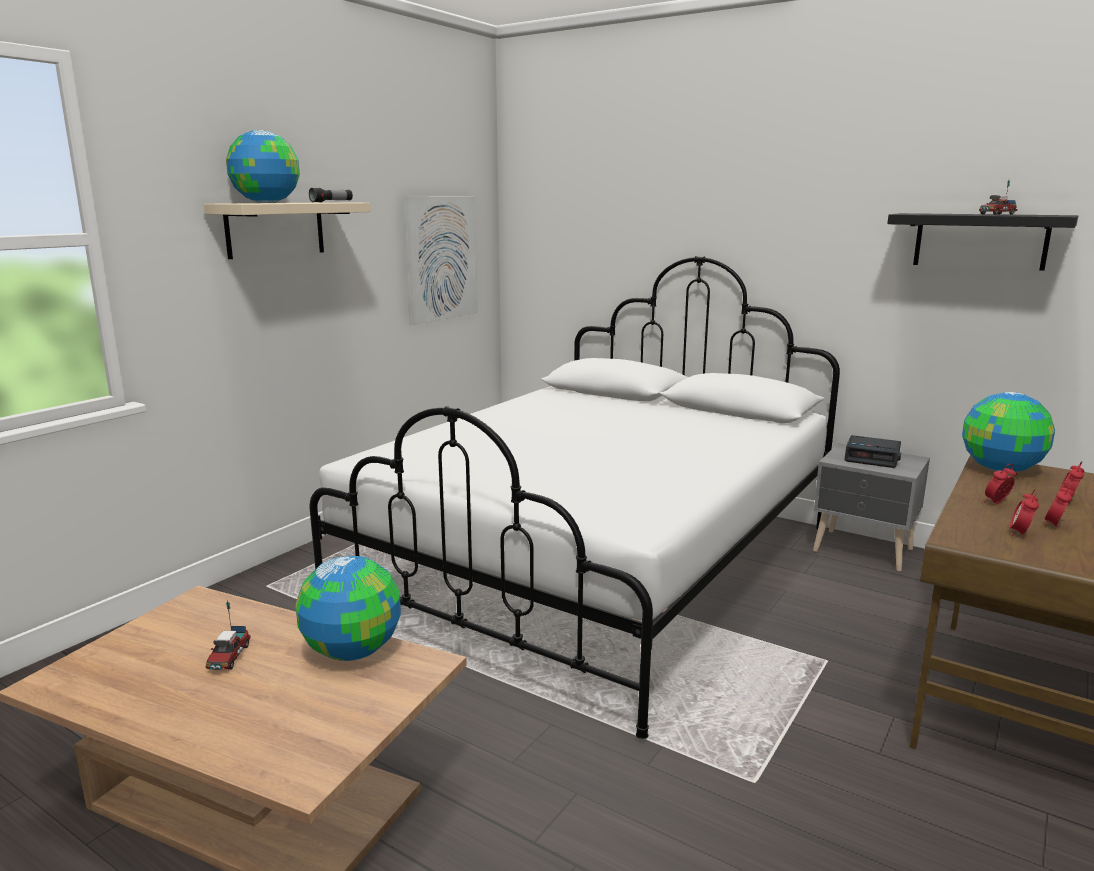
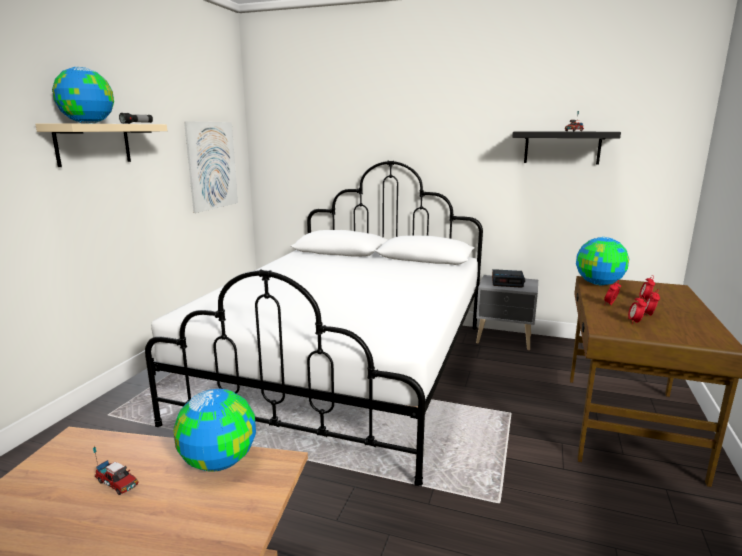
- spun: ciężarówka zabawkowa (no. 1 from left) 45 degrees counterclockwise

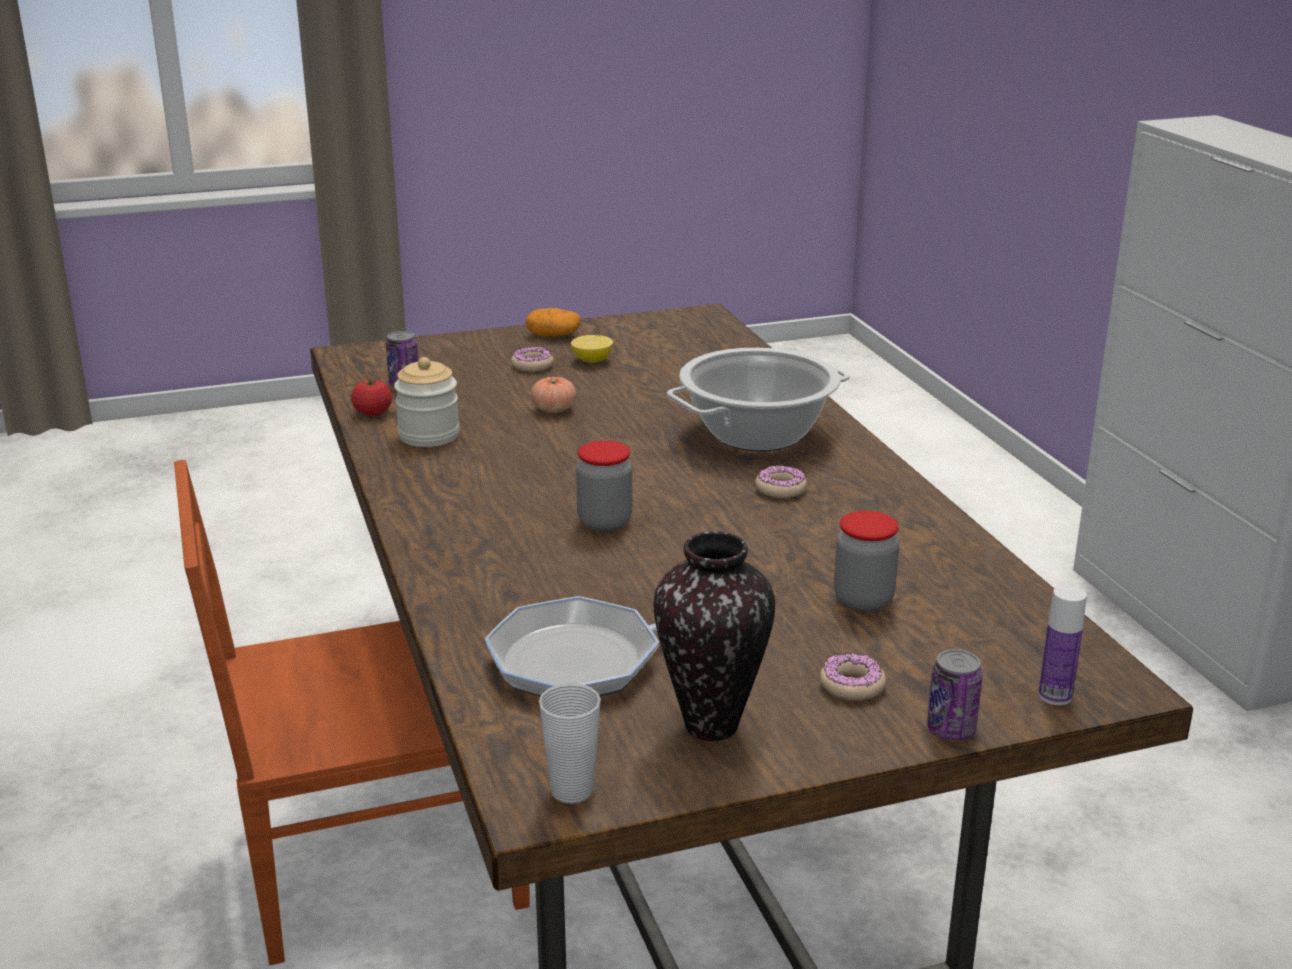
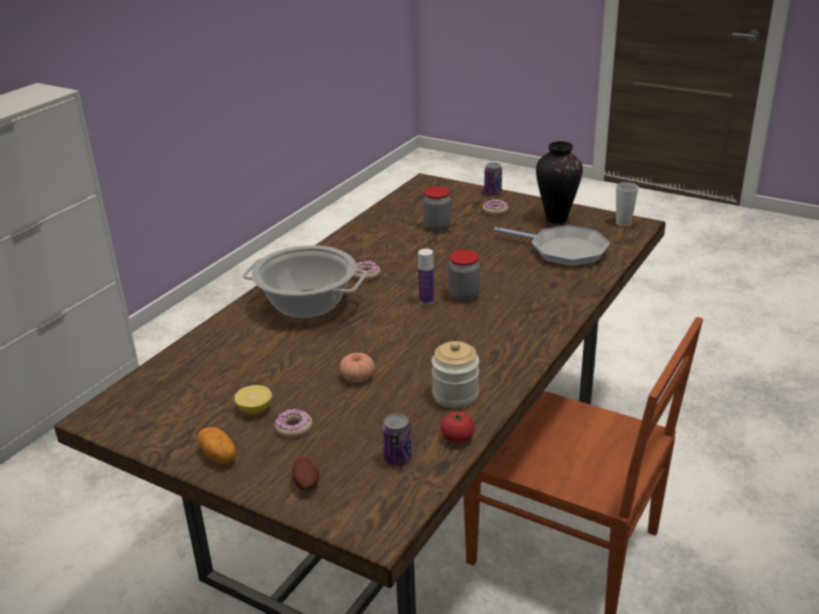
- relocated: butelka
- appeared: ziemniak (no. 2 from left)

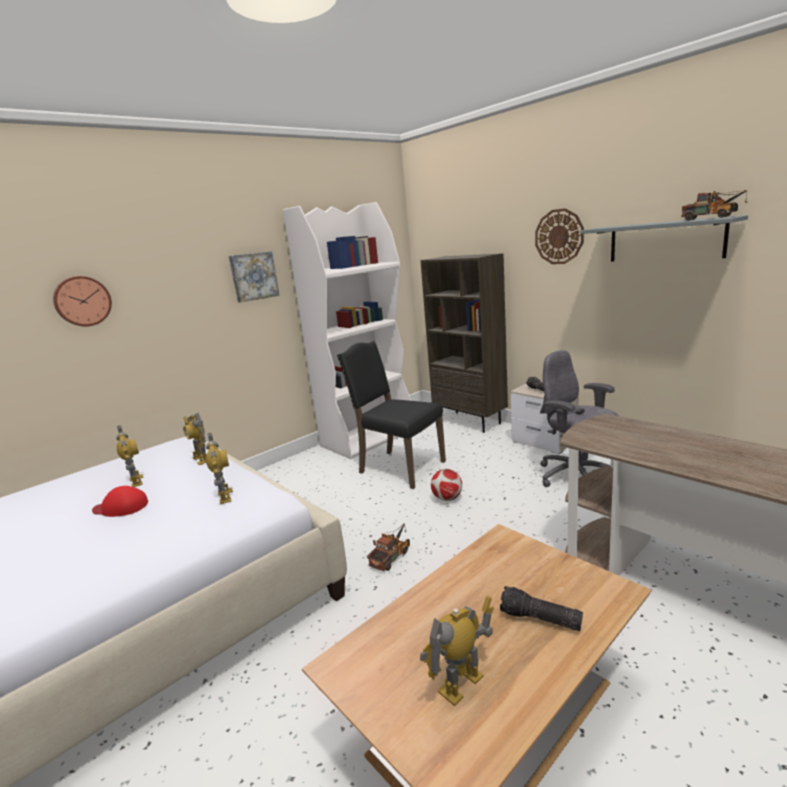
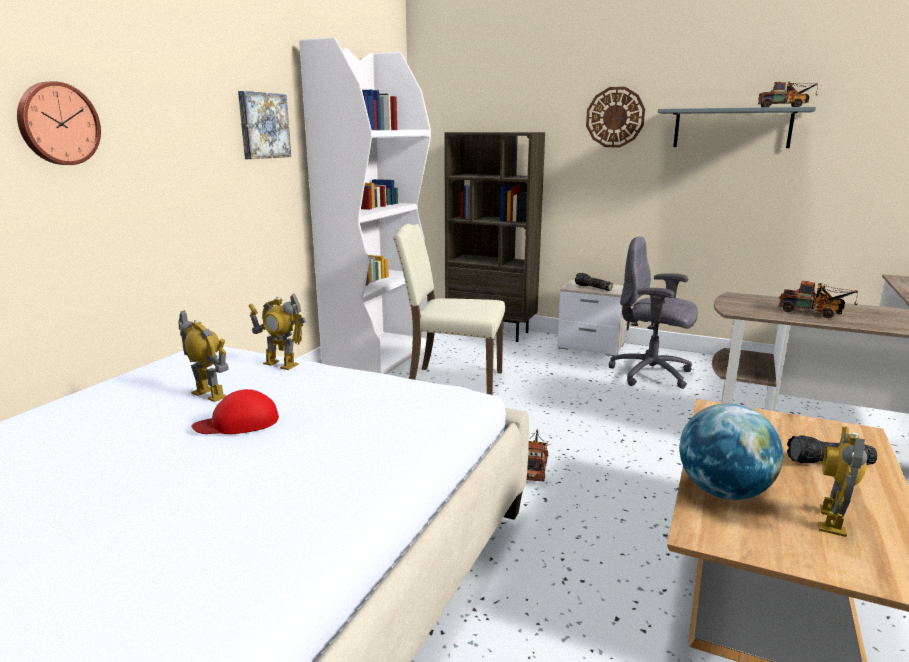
- missing: robot zabawkowy (no. 3 from left)
- colour: krzesło/czarny to krzesło/beżowy
- missing: piłka futbolowa
- appeared: globus
- appeared: ciężarówka zabawkowa (no. 3 from left)

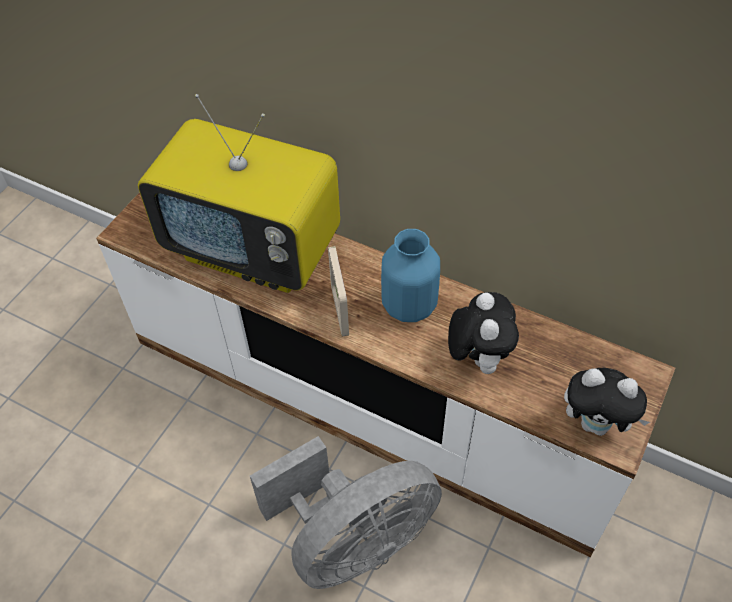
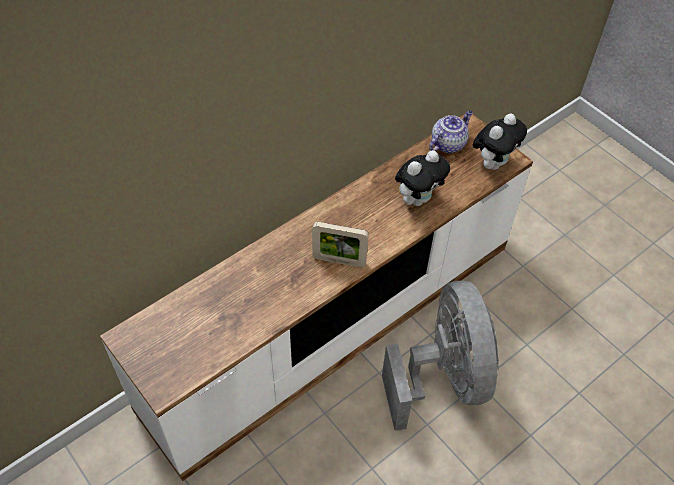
- missing: telewizor
- missing: wazon/niebieski
- spun: pluszak (no. 1 from left) 120 degrees clockwise
- appeared: imbryk

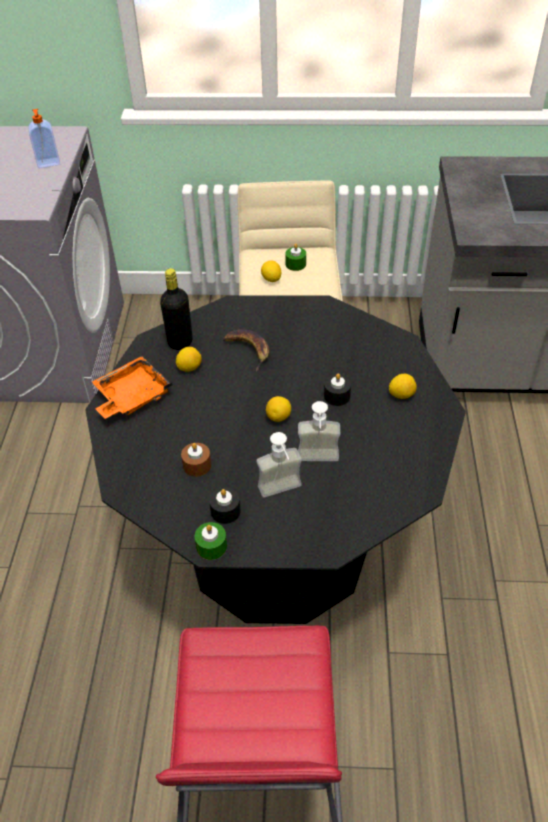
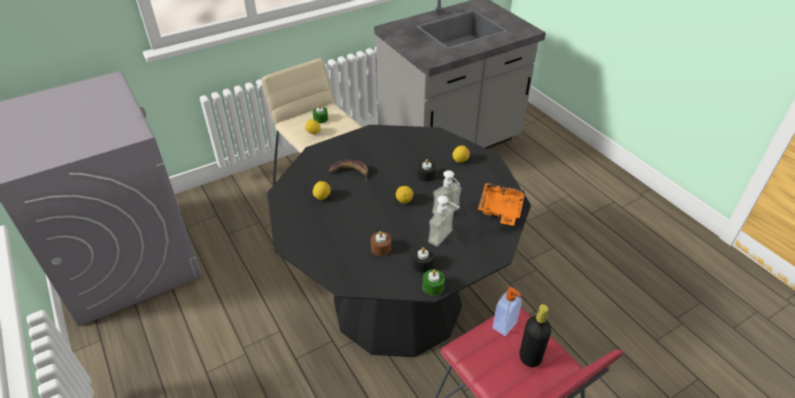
- relocated: dozownik mydła (no. 1 from left in the first image) to dozownik mydła (no. 3 from left)
- relocated: taca/pomarańczowy
- relocated: butelka/czarny

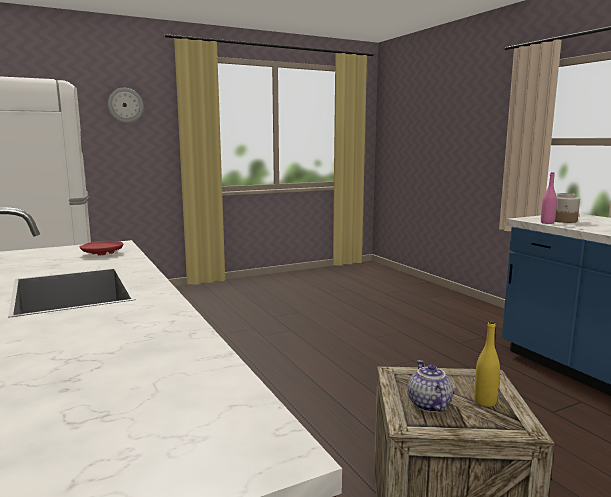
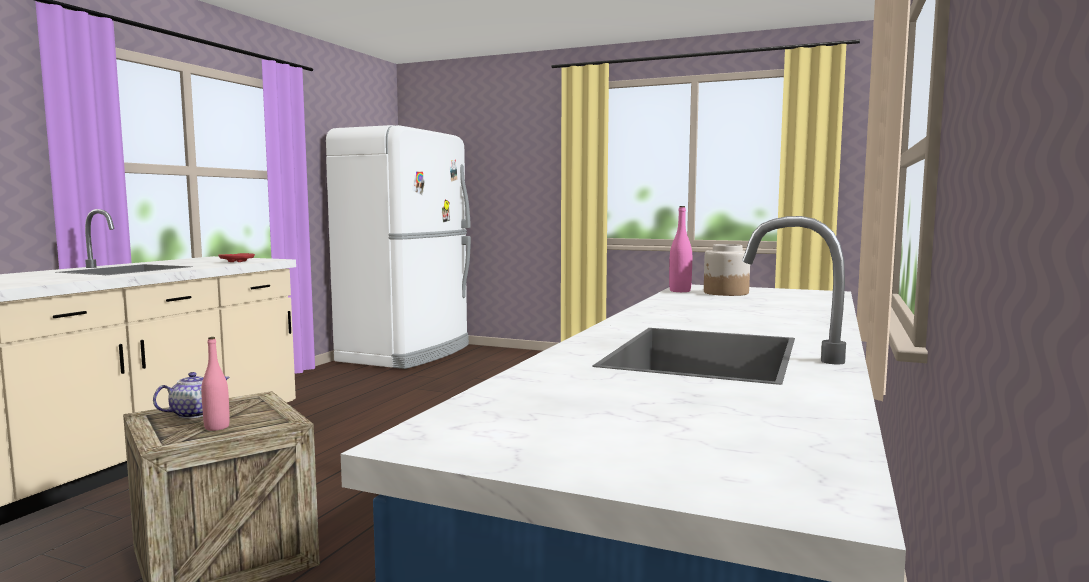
- missing: zegar ścienny
- colour: butelka/żółty to butelka/różowy (no. 1 from left)

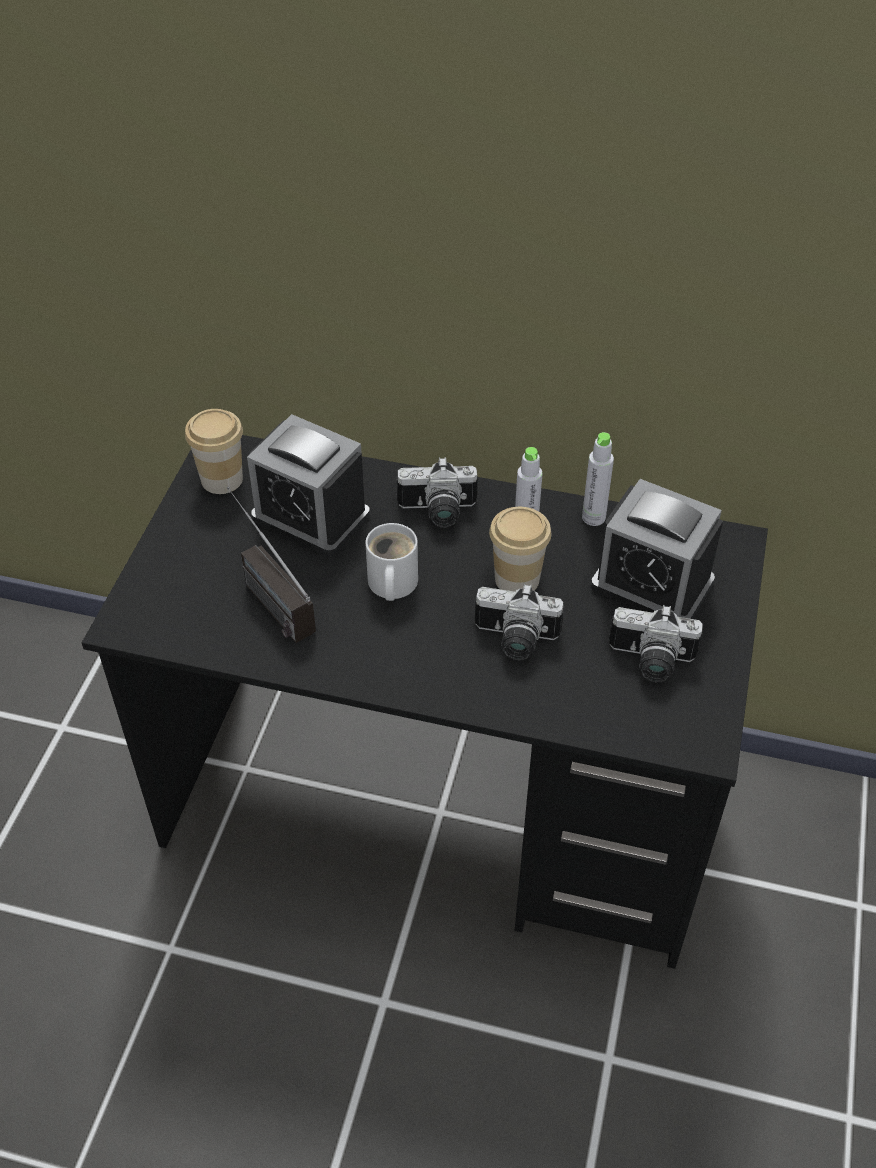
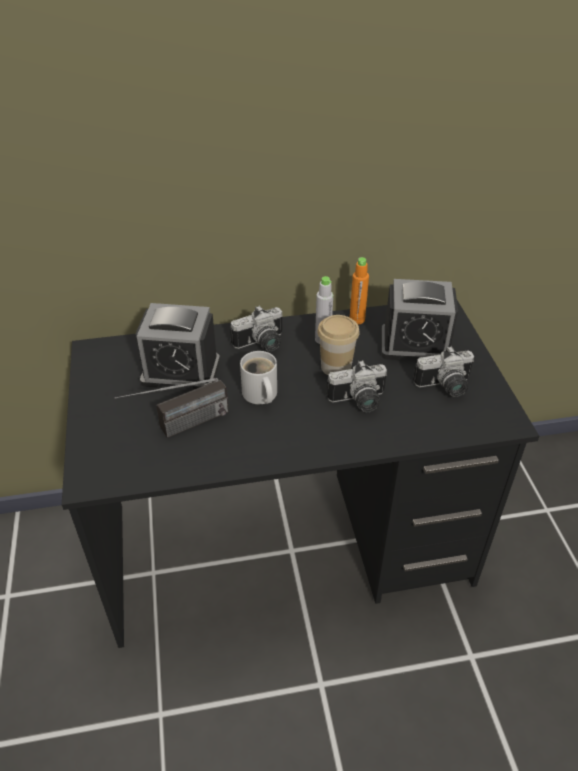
- missing: filiżanka (no. 1 from left)
- spun: radio 60 degrees counterclockwise
- colour: butelka/szary (no. 2 from left) to butelka/pomarańczowy

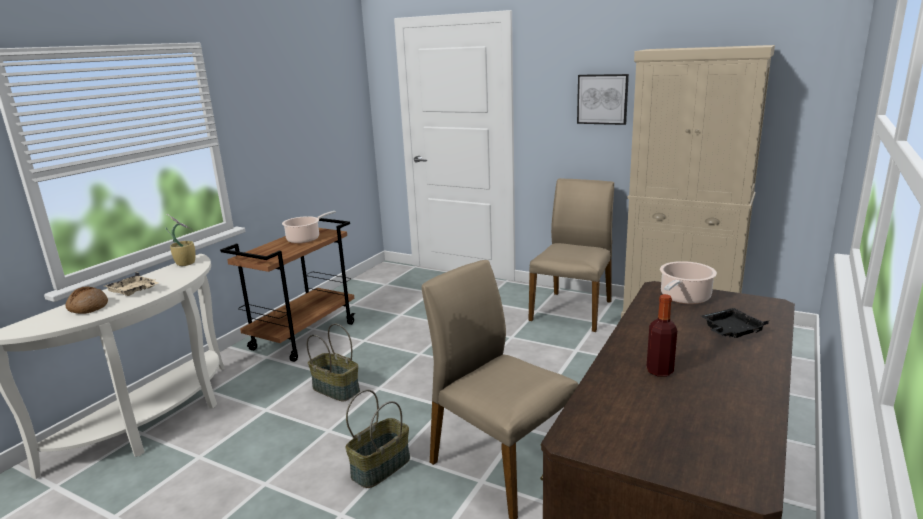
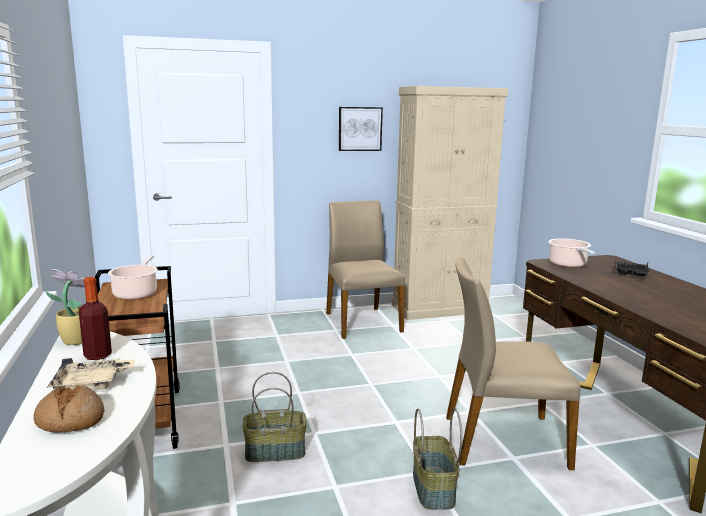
- relocated: butelka

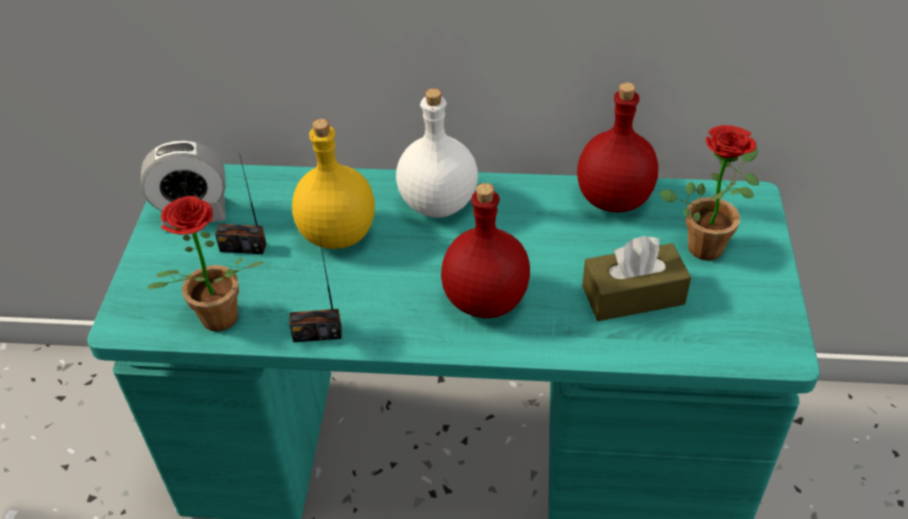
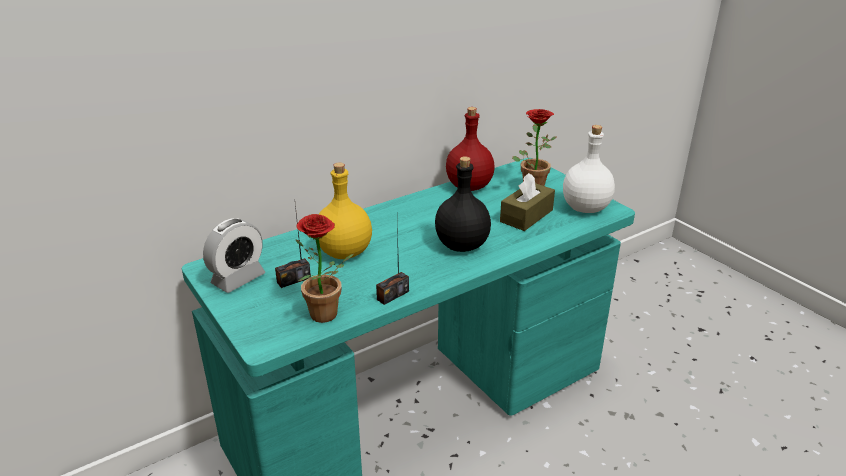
- relocated: butelka/biały
- colour: butelka/czerwony (no. 1 from left) to butelka/czarny

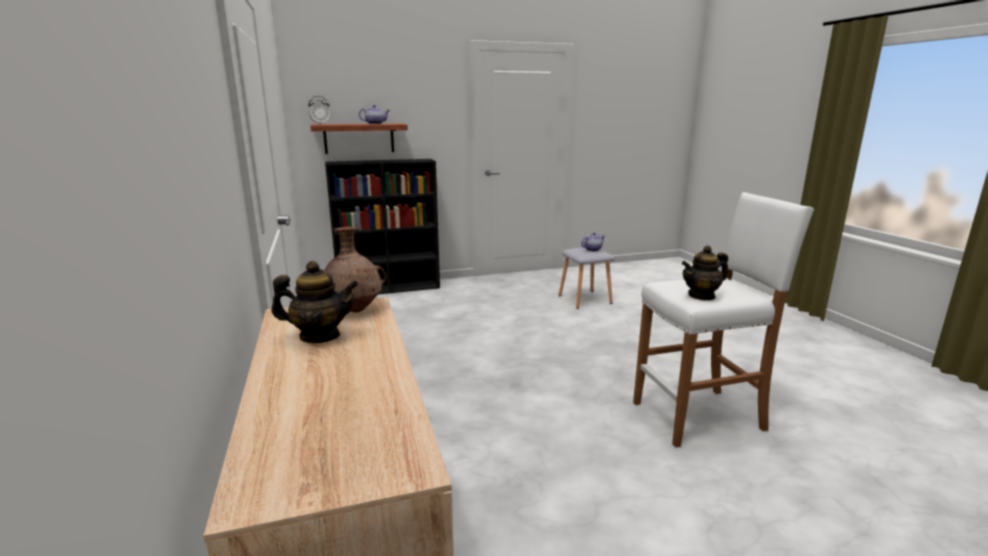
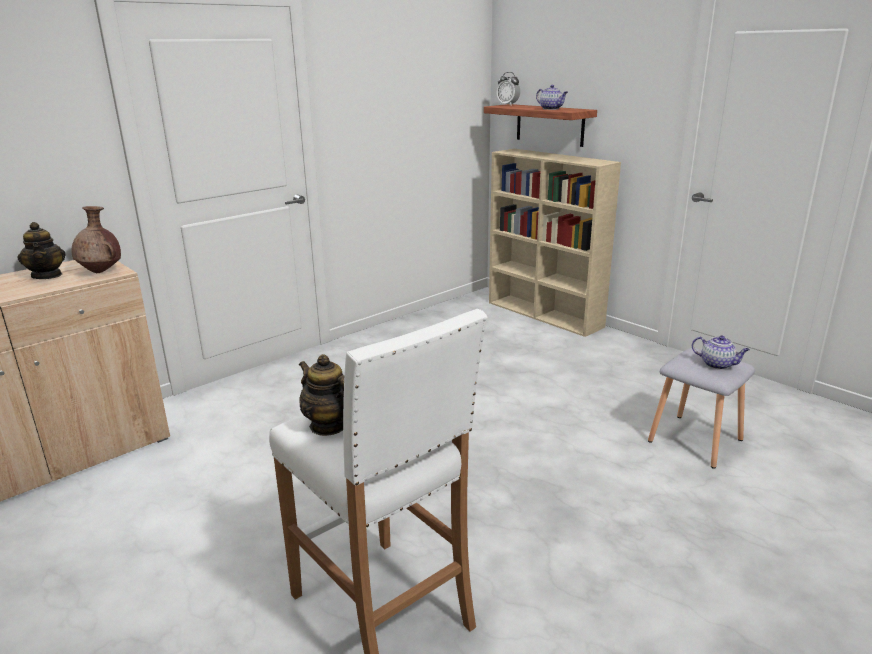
- colour: regał/czarny to regał/beżowy

